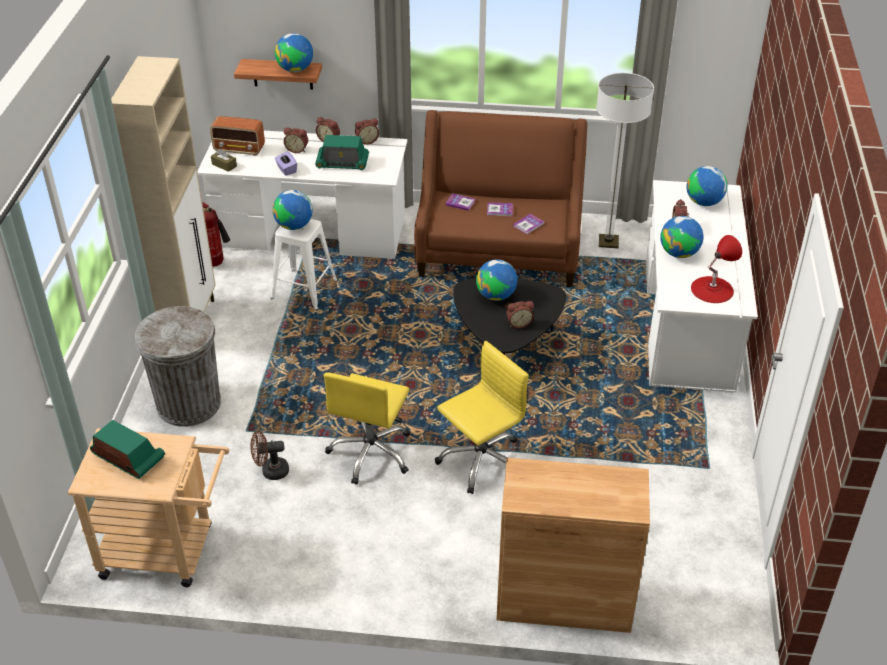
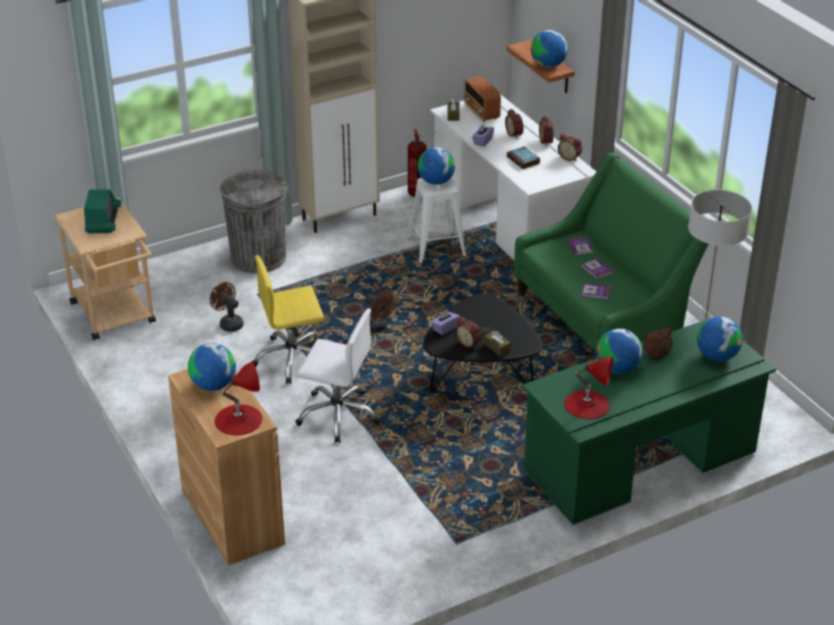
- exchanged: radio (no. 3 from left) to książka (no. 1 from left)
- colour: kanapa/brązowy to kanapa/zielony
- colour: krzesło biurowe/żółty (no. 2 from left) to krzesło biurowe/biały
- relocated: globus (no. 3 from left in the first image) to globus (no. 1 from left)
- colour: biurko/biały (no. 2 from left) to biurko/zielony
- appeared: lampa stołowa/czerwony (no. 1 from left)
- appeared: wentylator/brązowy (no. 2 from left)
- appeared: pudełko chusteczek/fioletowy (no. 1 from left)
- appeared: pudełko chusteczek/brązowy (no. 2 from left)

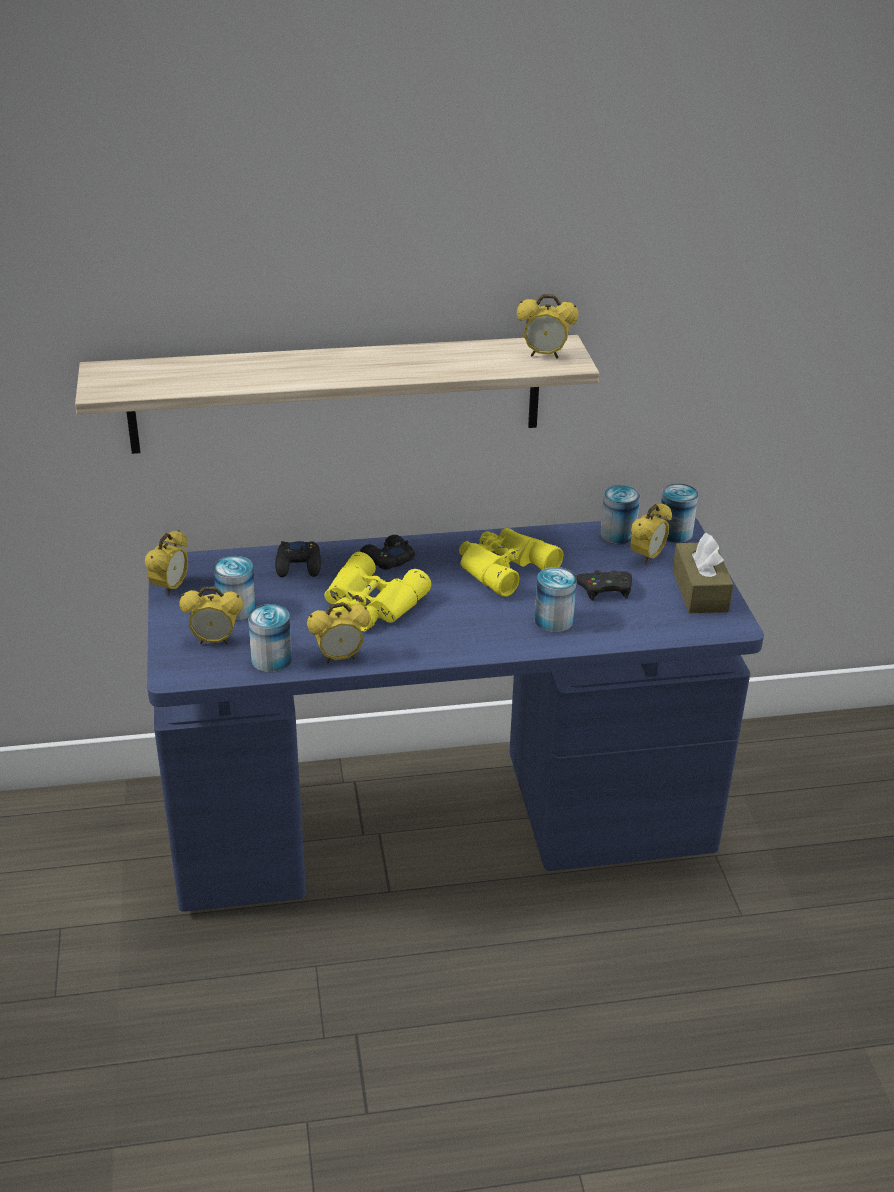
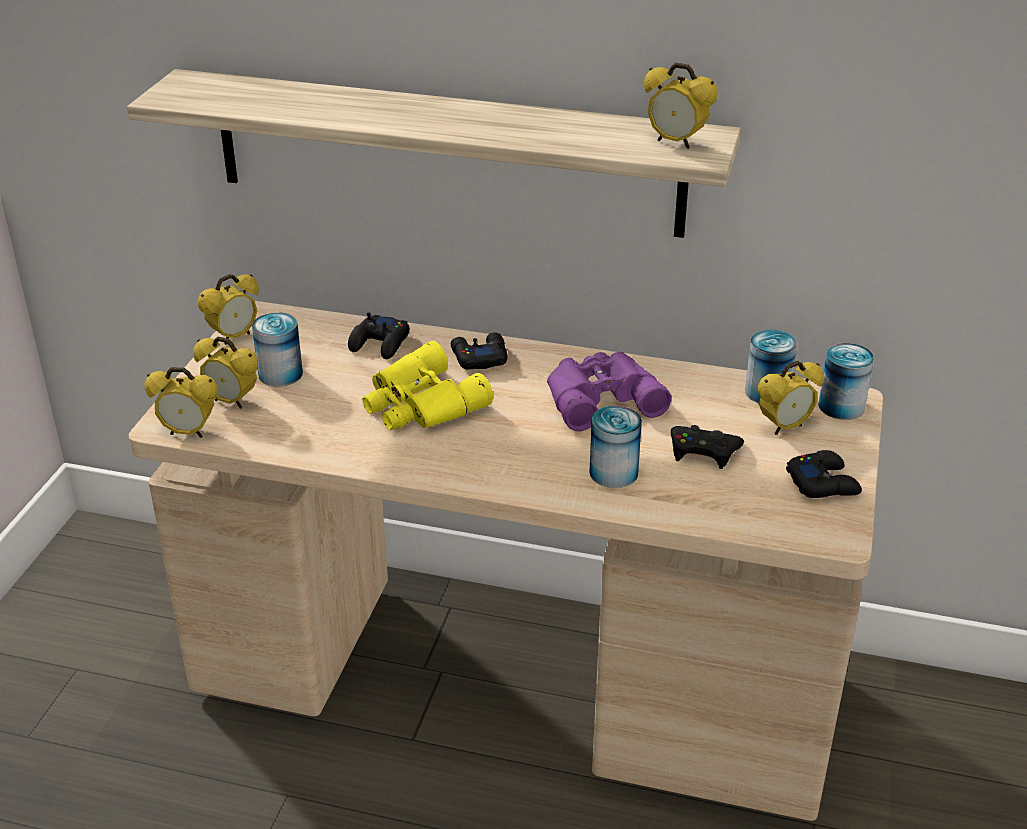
- colour: biurko/niebieski to biurko/beżowy
- missing: puszka (no. 2 from left)
- relocated: budzik (no. 3 from left in the first image) to budzik (no. 1 from left)
- colour: lornetka/żółty (no. 2 from left) to lornetka/fioletowy
- exchanged: pudełko chusteczek/brązowy to pad do gier/czarny (no. 4 from left)

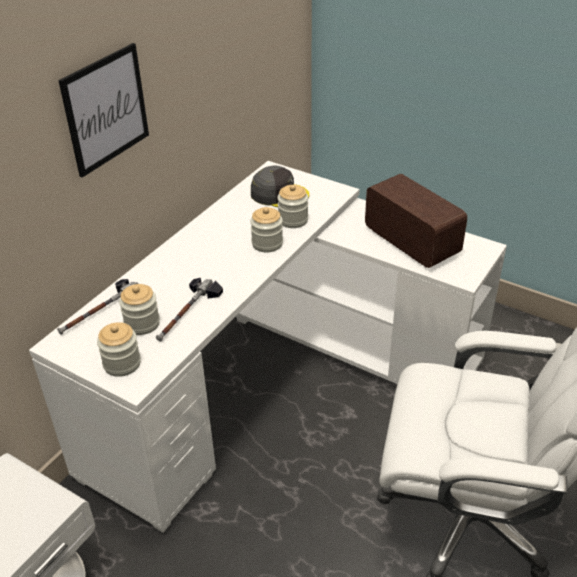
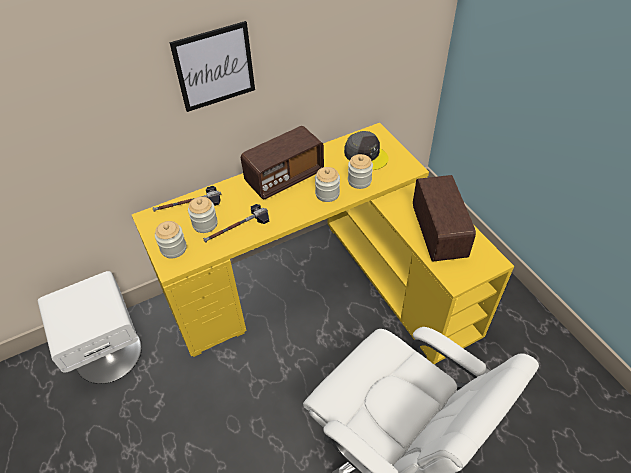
- colour: biurko/biały to biurko/żółty
- appeared: radio (no. 1 from left)

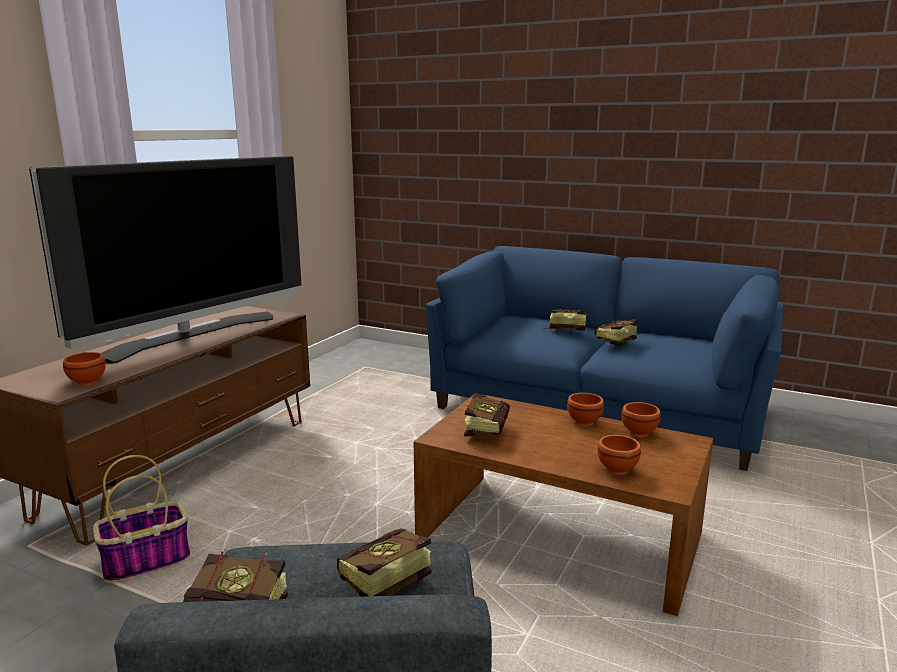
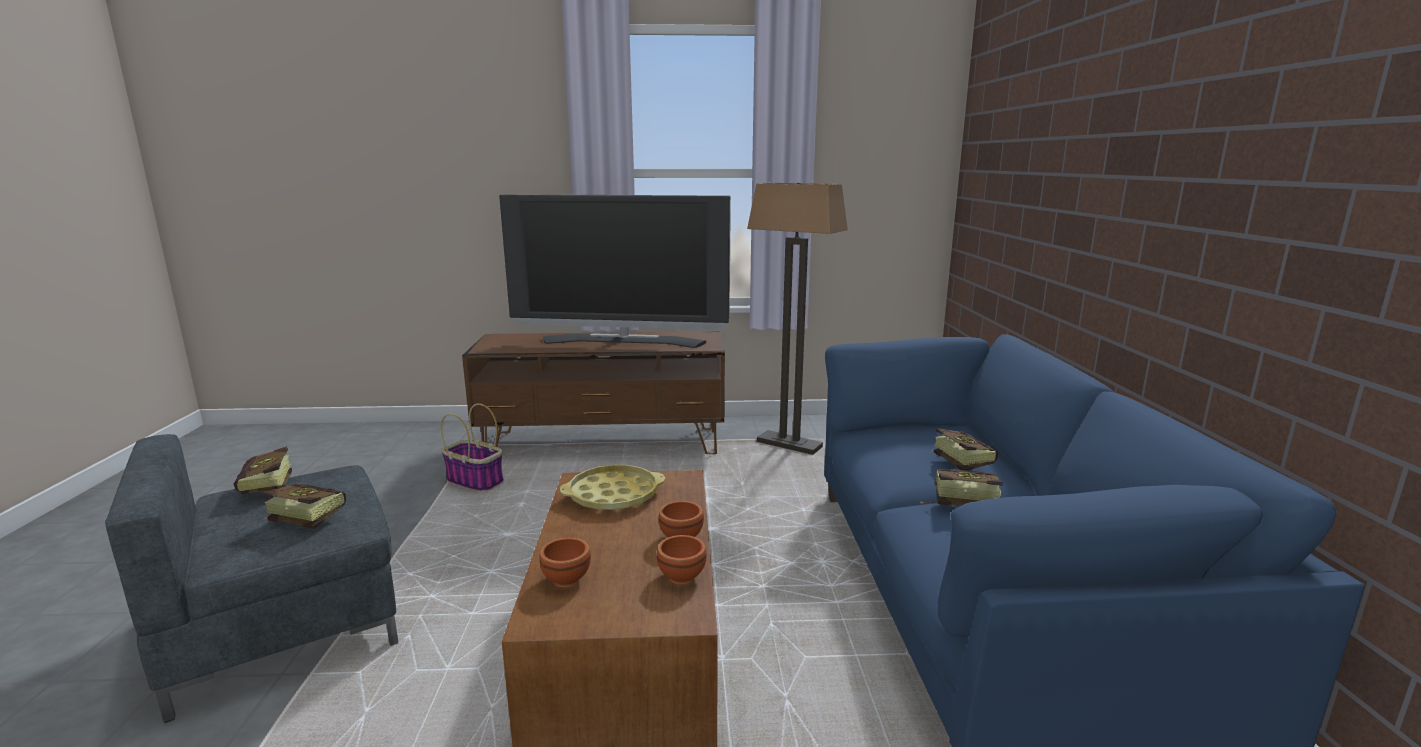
- missing: miska/brązowy (no. 1 from left)
- exchanged: książka (no. 3 from left) to taca/żółty
- appeared: lampa stojąca

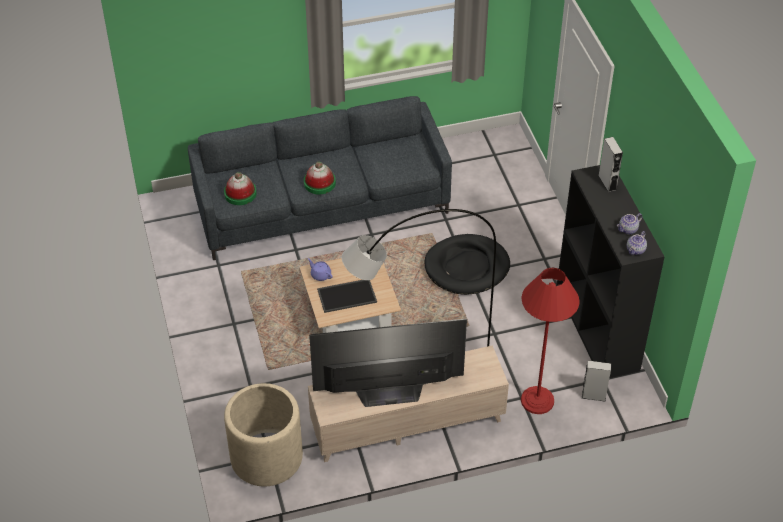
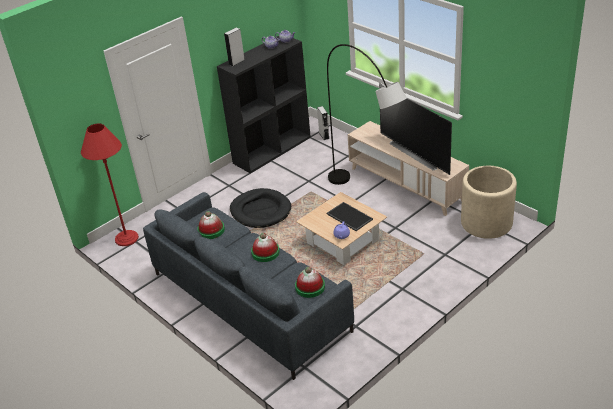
- relocated: lampa stojąca/czerwony
- appeared: kapelusz (no. 1 from left)

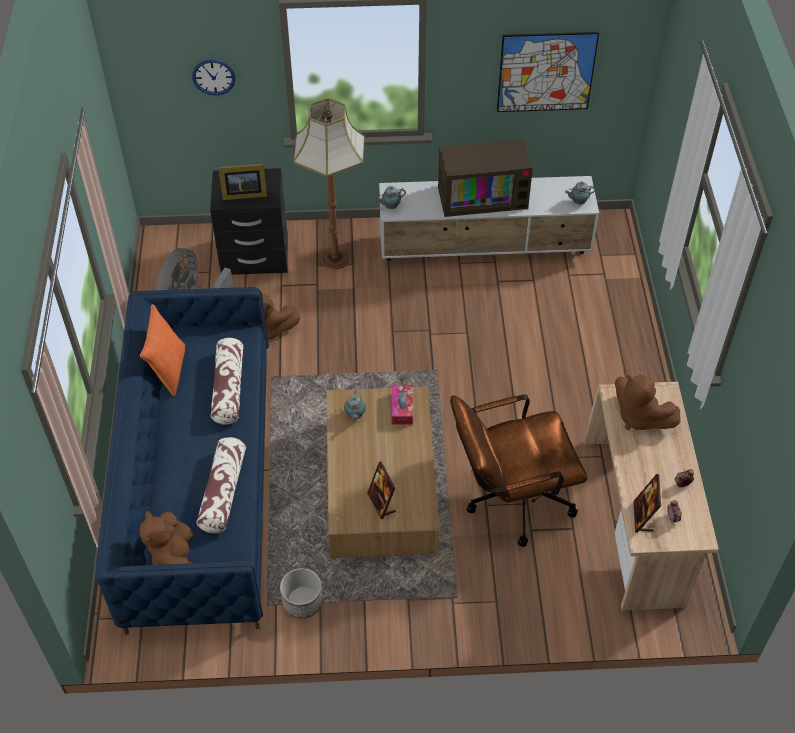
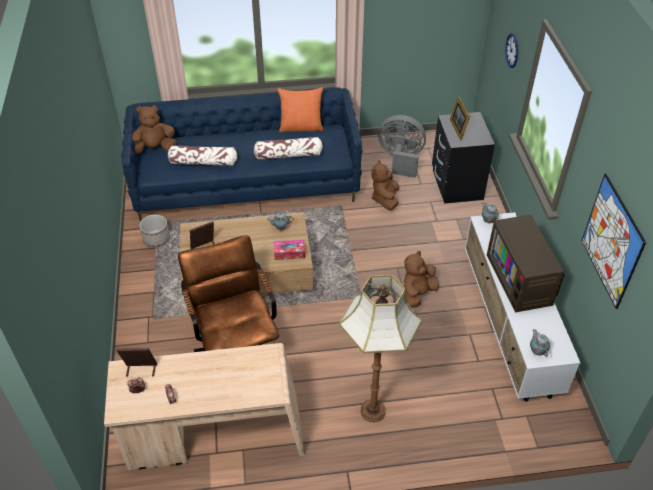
- relocated: lampa stojąca
- relocated: pluszak/brązowy (no. 3 from left)

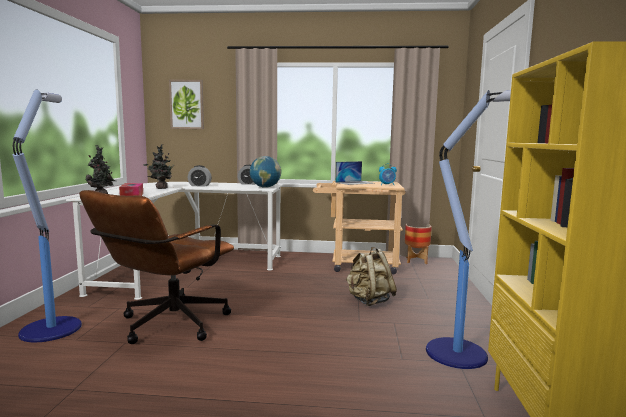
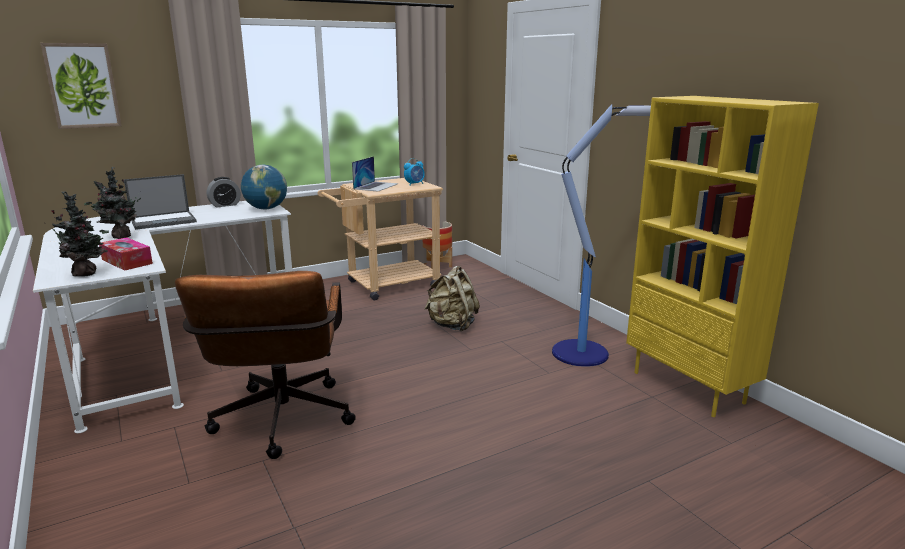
- missing: lampa stojąca (no. 1 from left)
- exchanged: budzik (no. 1 from left) to laptop (no. 1 from left)

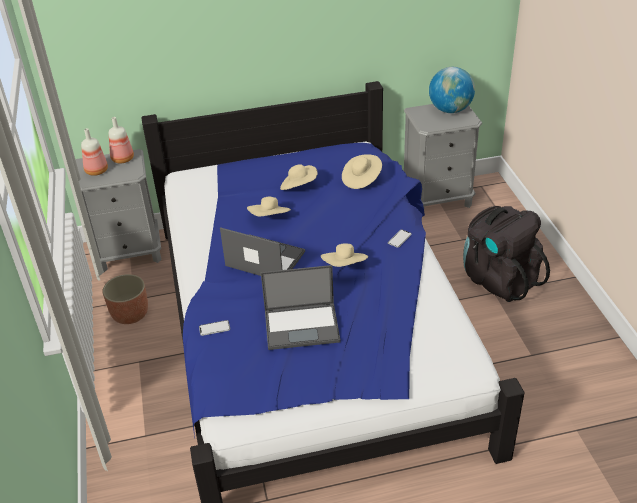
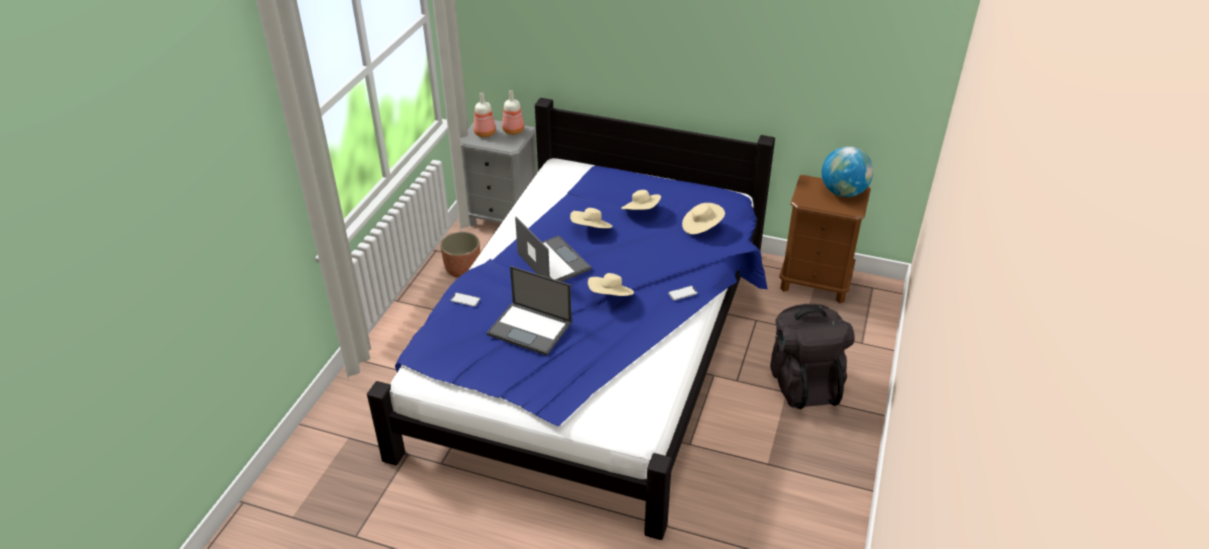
- colour: szafka nocna/szary (no. 2 from left) to szafka nocna/brązowy

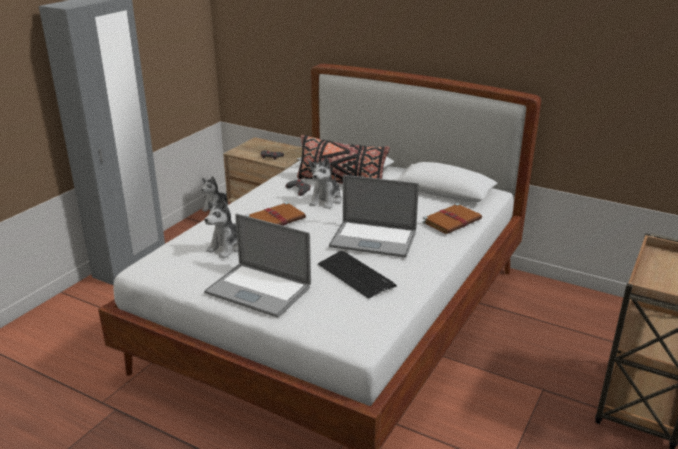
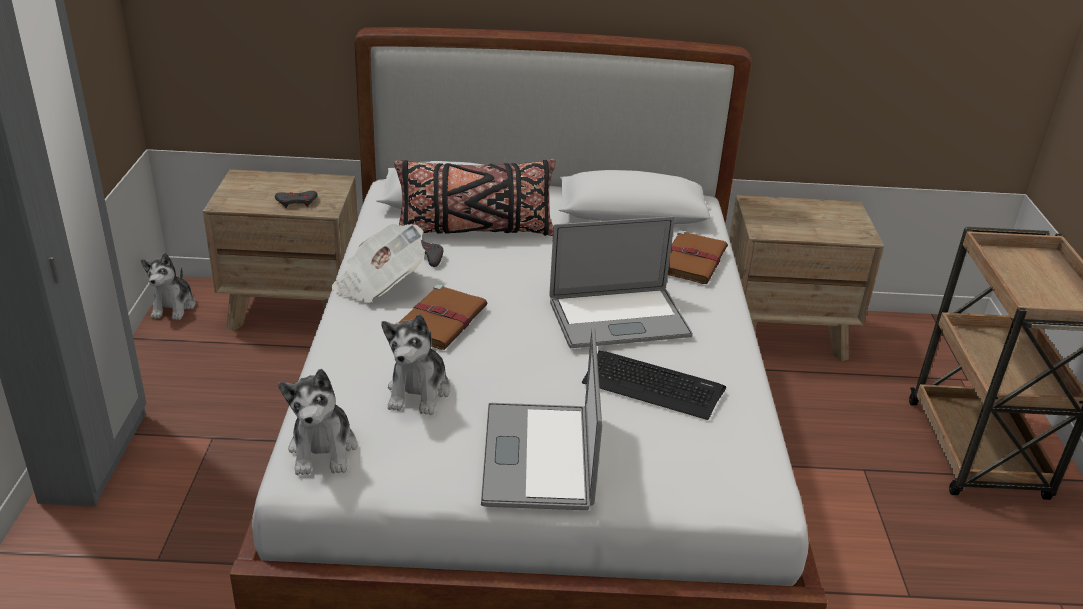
- spun: laptop (no. 1 from left) 90 degrees clockwise
- relocated: pluszak (no. 3 from left in the first image) to pluszak (no. 2 from left)
- appeared: gazeta
- appeared: szafka nocna/brązowy (no. 2 from left)

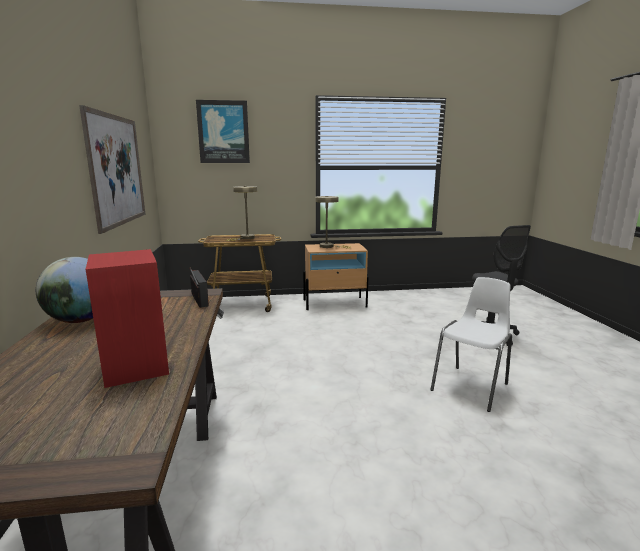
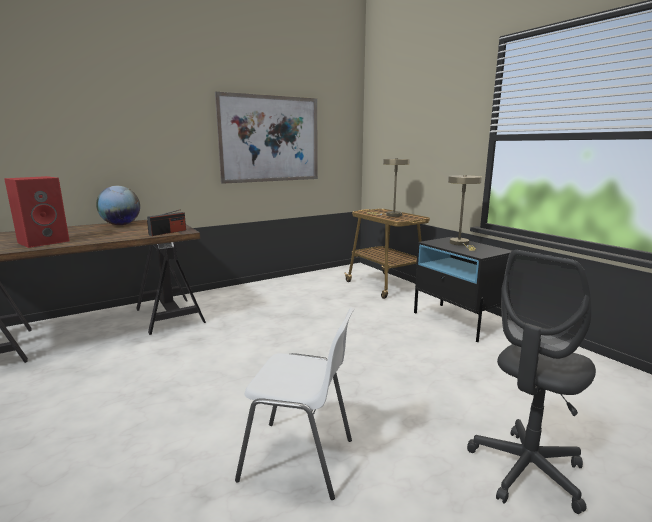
- missing: obraz (no. 2 from left)
- colour: szafka nocna/beżowy to szafka nocna/czarny

